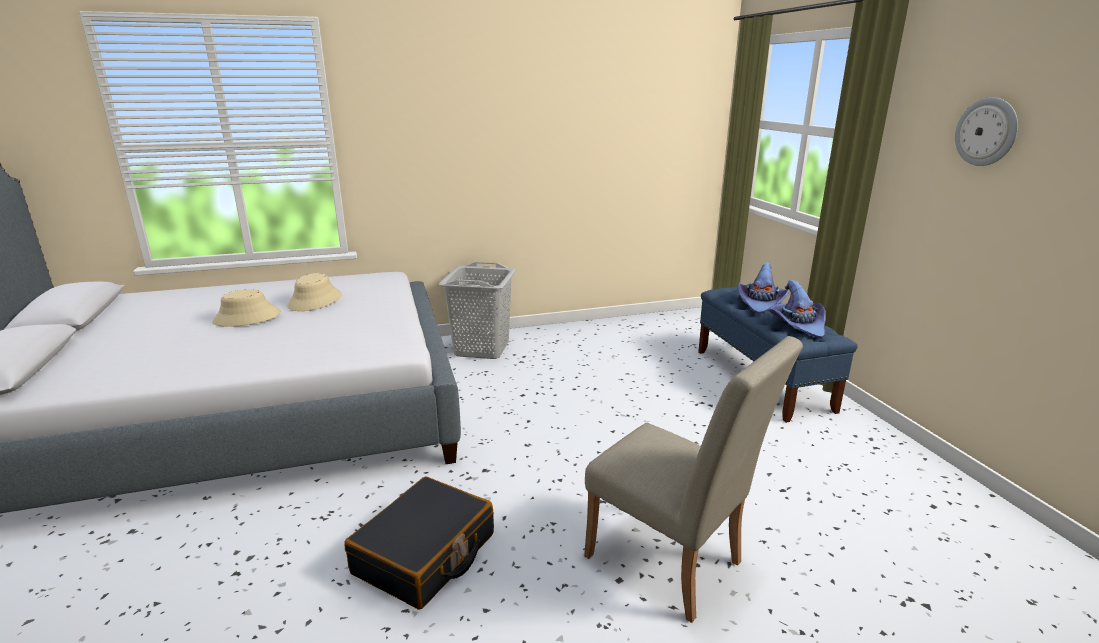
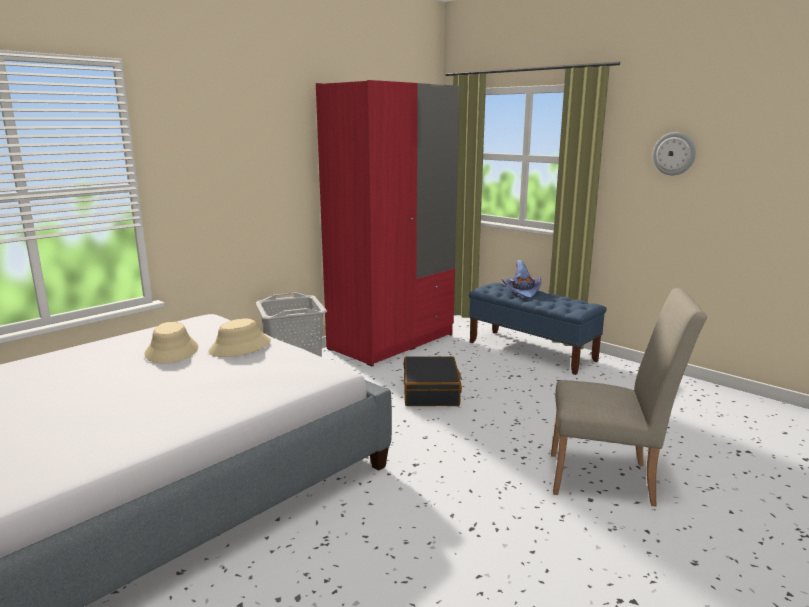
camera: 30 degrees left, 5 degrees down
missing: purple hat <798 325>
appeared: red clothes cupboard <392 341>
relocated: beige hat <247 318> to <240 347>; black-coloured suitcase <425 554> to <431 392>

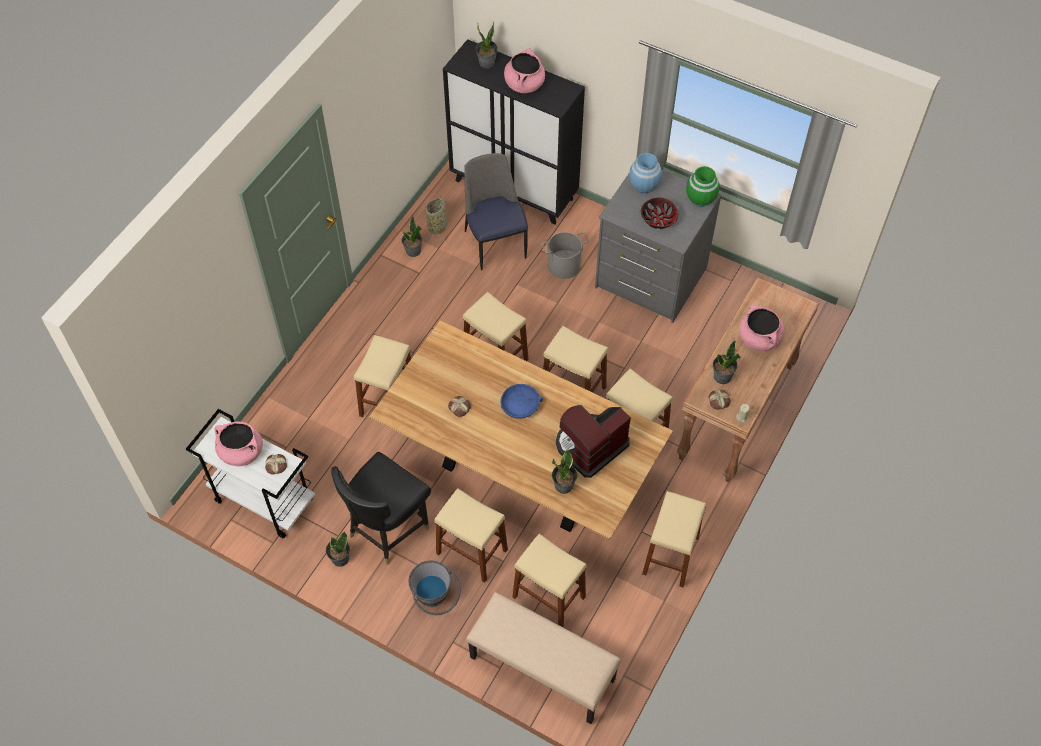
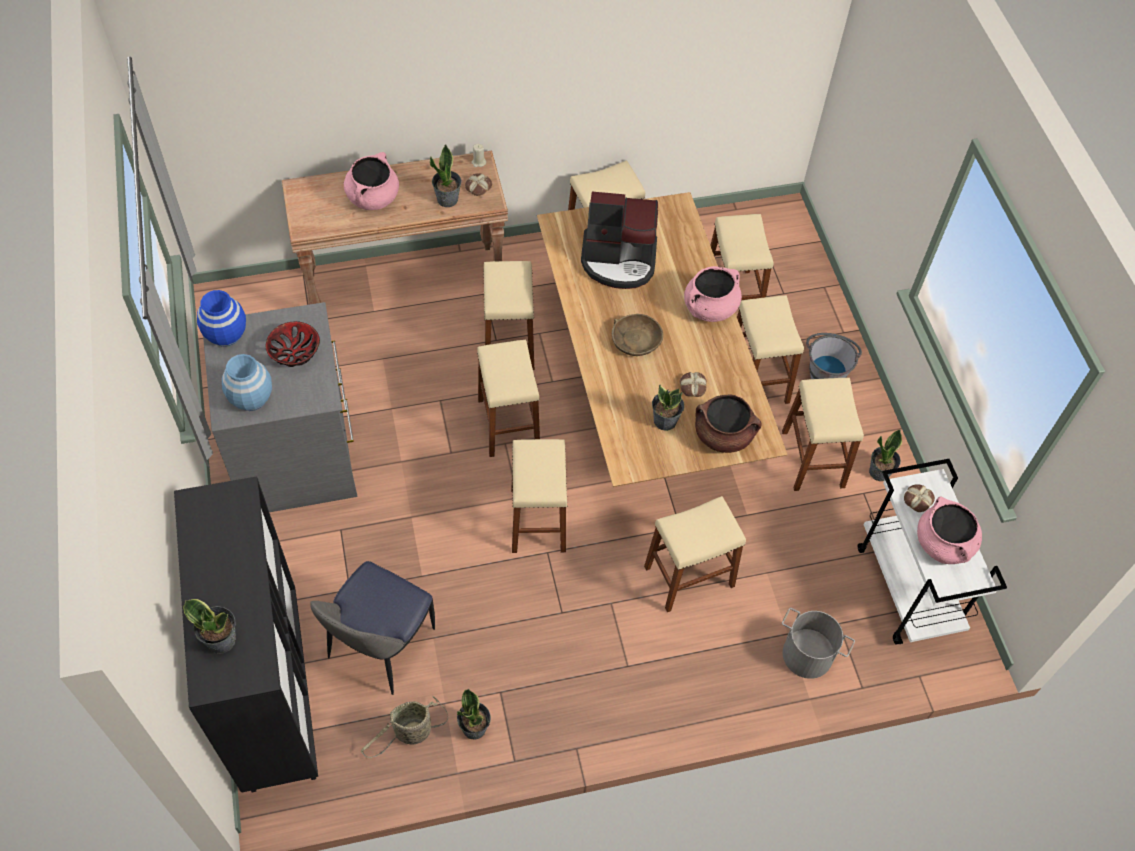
camera: 135 degrees left, 0 degrees up
missing: beige long seat <541 669>
appeared: brownish stockpot <723 435>
relocated: pinkish stockpot <524 84> to <710 308>; grey pail <564 266> to <807 654>; potted plant <564 485> to <665 420>
exchanged: black-coloured upright chair <387 529> to beige stool <813 459>
colour: blue deep dish <520 405> to brownish deep dish <635 341>; green flower vase <700 198> to blue flower vase <226 334>

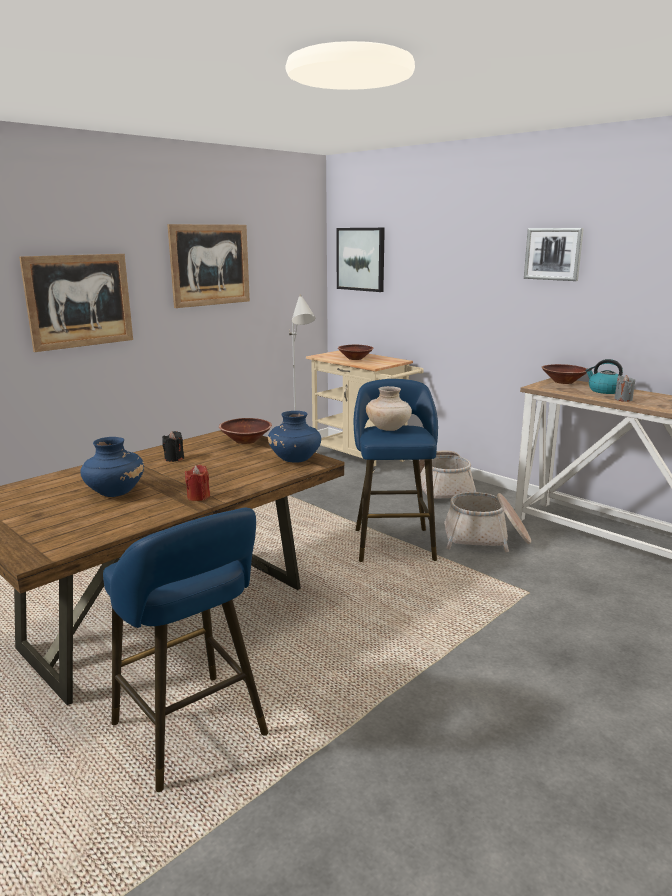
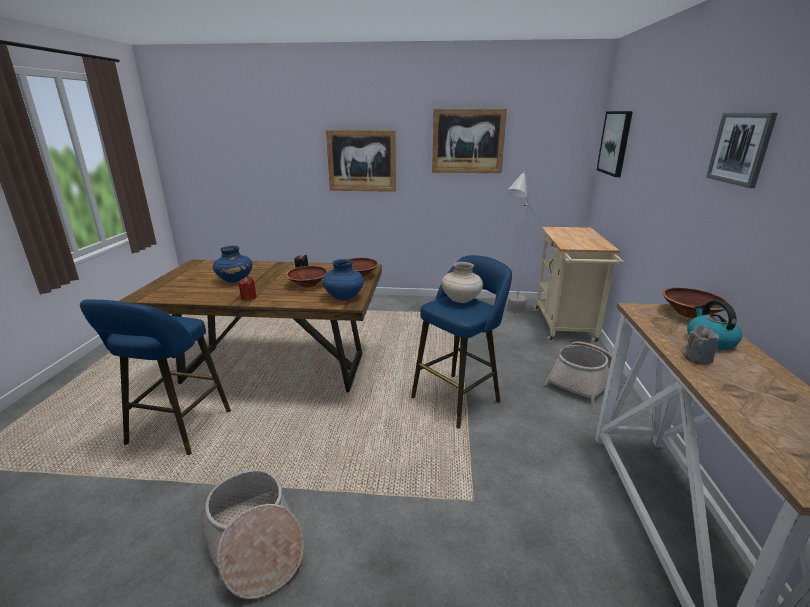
camera: 50 degrees right, 5 degrees up
relocated: brownish deep dish <355 358> to <308 284>; basket <486 538> to <255 546>

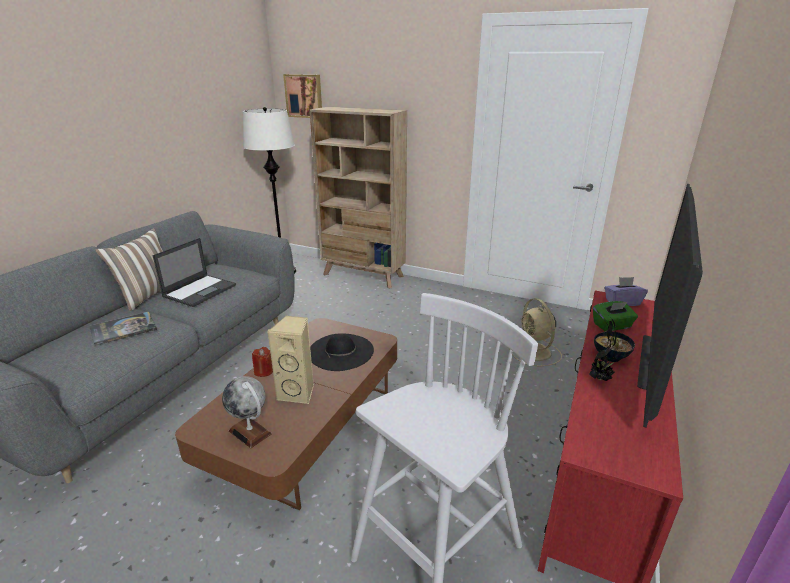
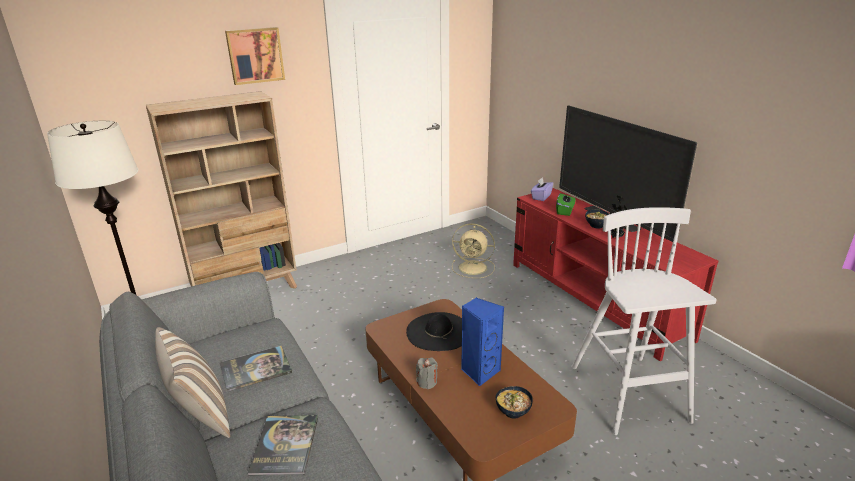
camera: 55 degrees left, 0 degrees up
relocated: picture <304 96> to <255 55>
exchanged: notebook computer <200 290> to bound book <255 369>; desk globe <250 432> to deep dish <513 412>
colour: red wax light <264 371> to grey wax light <427 382>; beige loudspeaker <298 393> to blue loudspeaker <479 371>

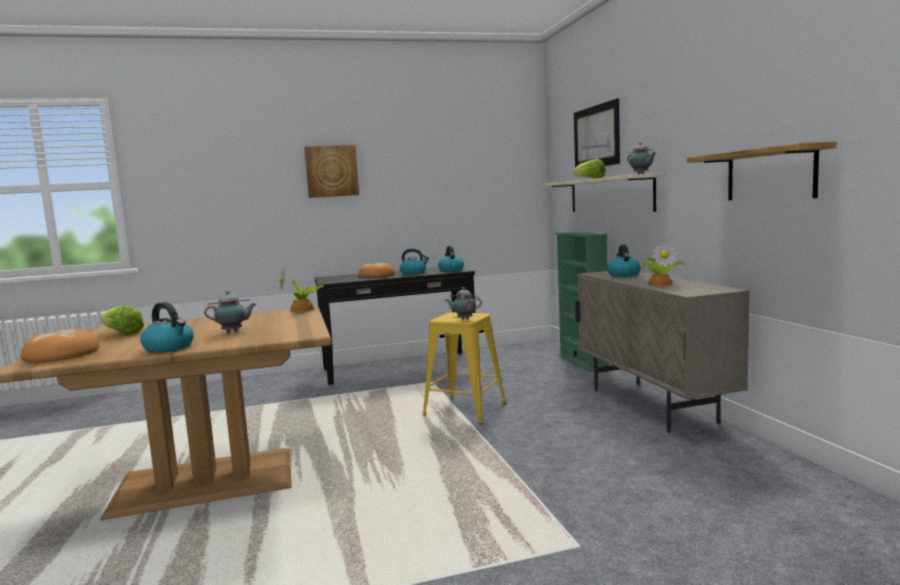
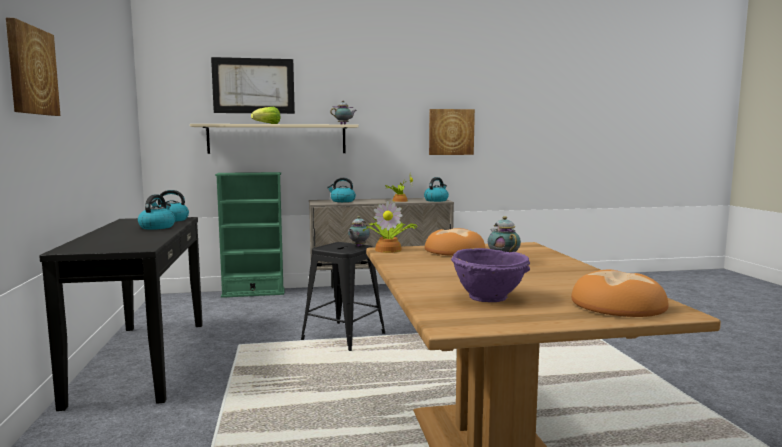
camera: 85 degrees left, 0 degrees up
relocated: water kettle <169 348> to <436 200>; bakery bread <376 275> to <454 250>
exchanged: lettuce head <122 334> to purple deep dish <489 297>; bracket shelf <770 174> to picture <451 132>
colour: yellow stool <464 410> to black-coloured stool <343 336>

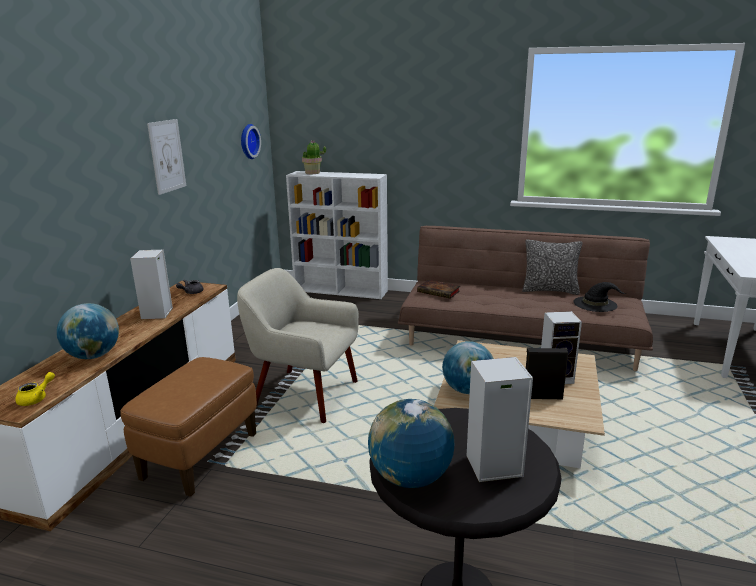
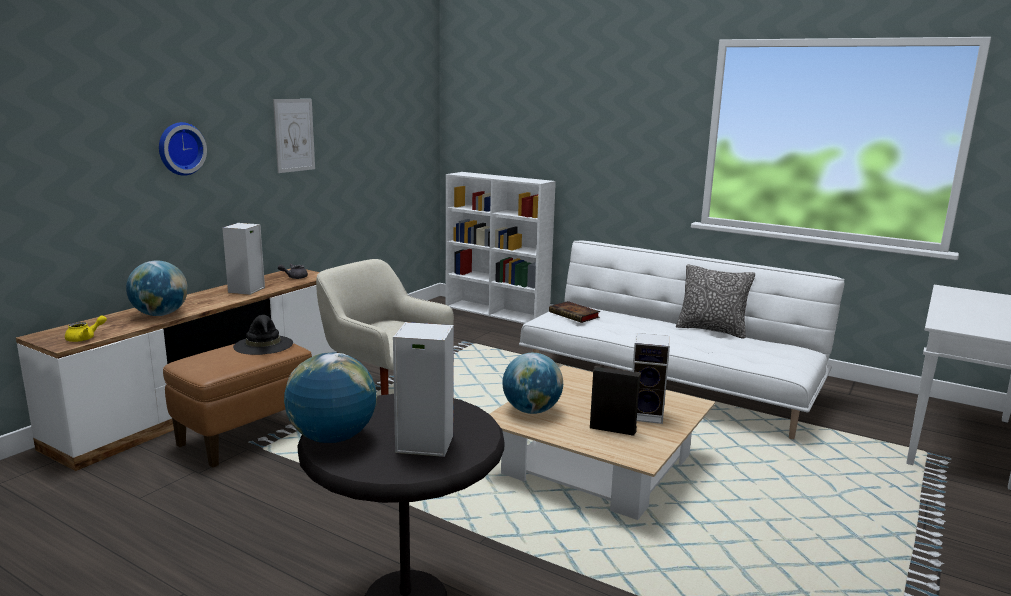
camera: 15 degrees right, 5 degrees down
missing: potted plant <312 173>
relocated: clock on the wall <248 141> to <180 148>; black-coloured hat <595 304> to <264 345>
colour: brownish settee <519 338> to white-coloured settee <668 385>

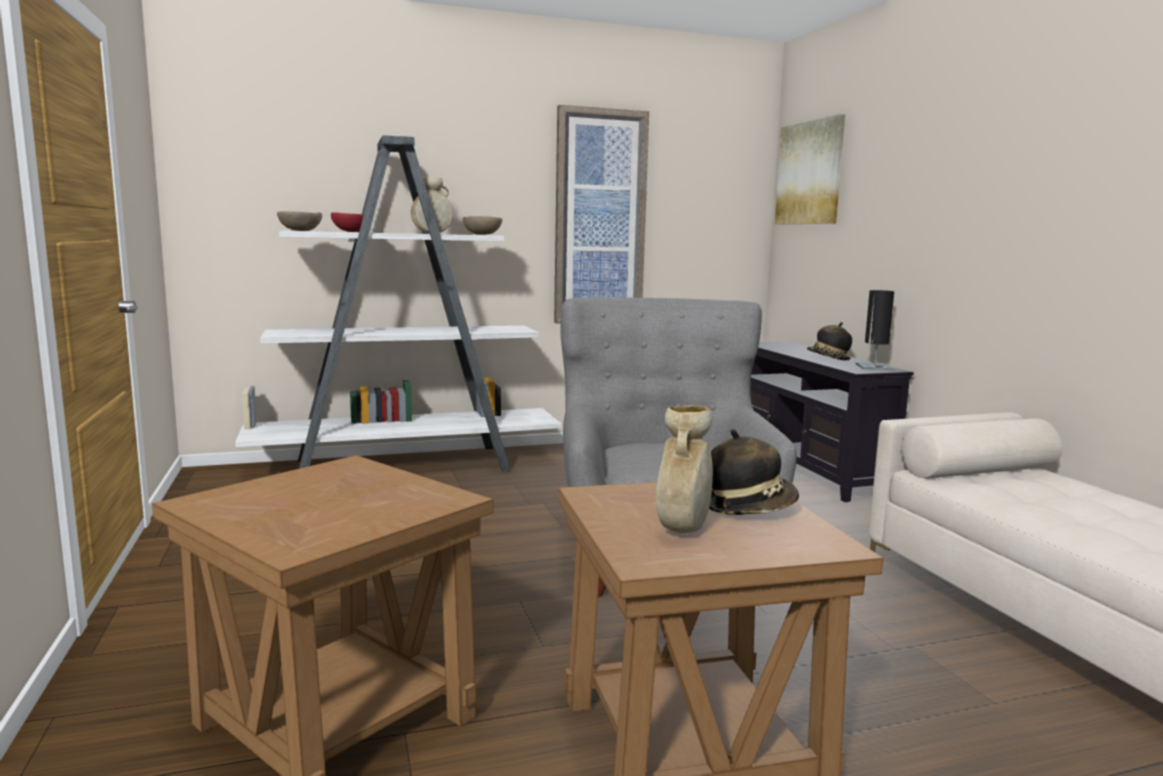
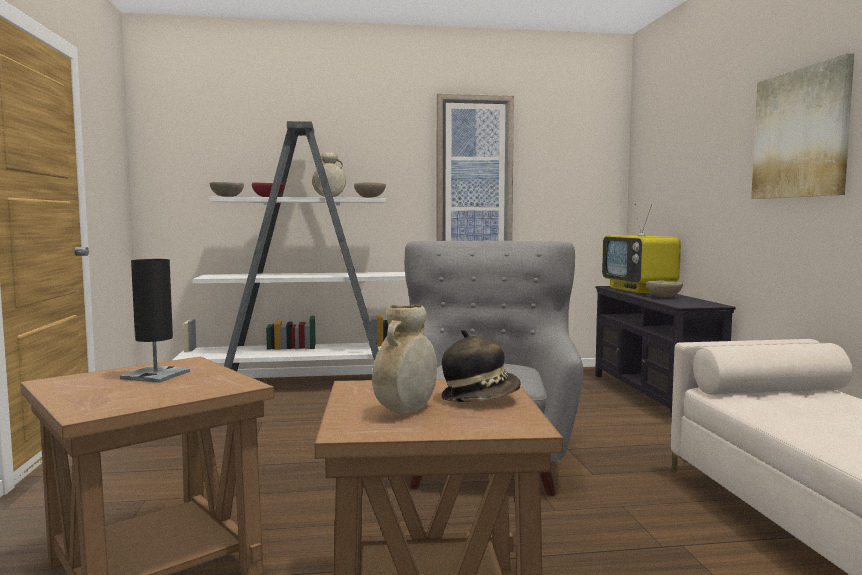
camera: 10 degrees right, 5 degrees down
appeared: TV <639 290>
relocated: picture <810 173> to <801 133>; black-coloured tabletop lamp <874 367> to <155 375>
exchanged: hat <828 358> to beige deep dish <664 297>

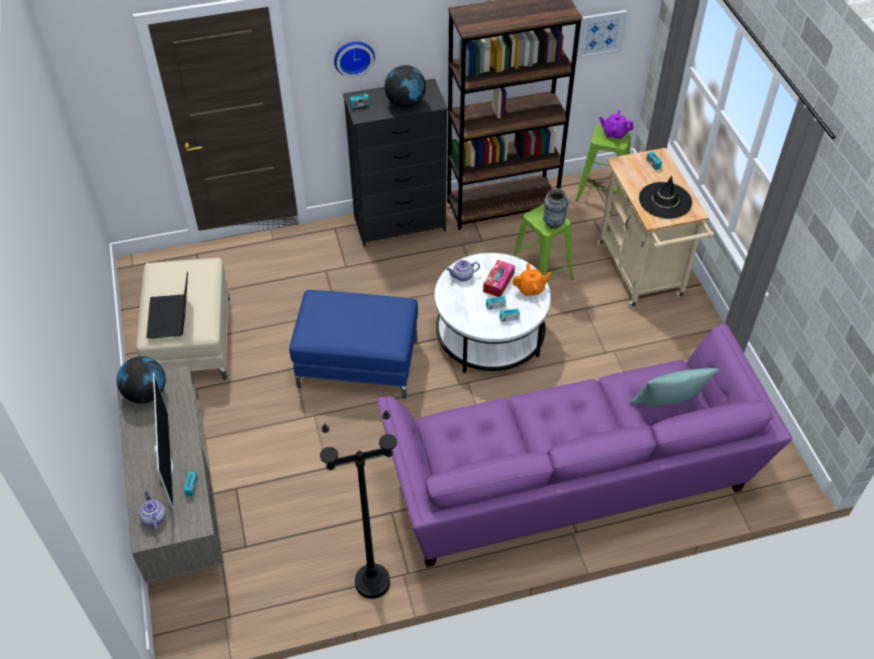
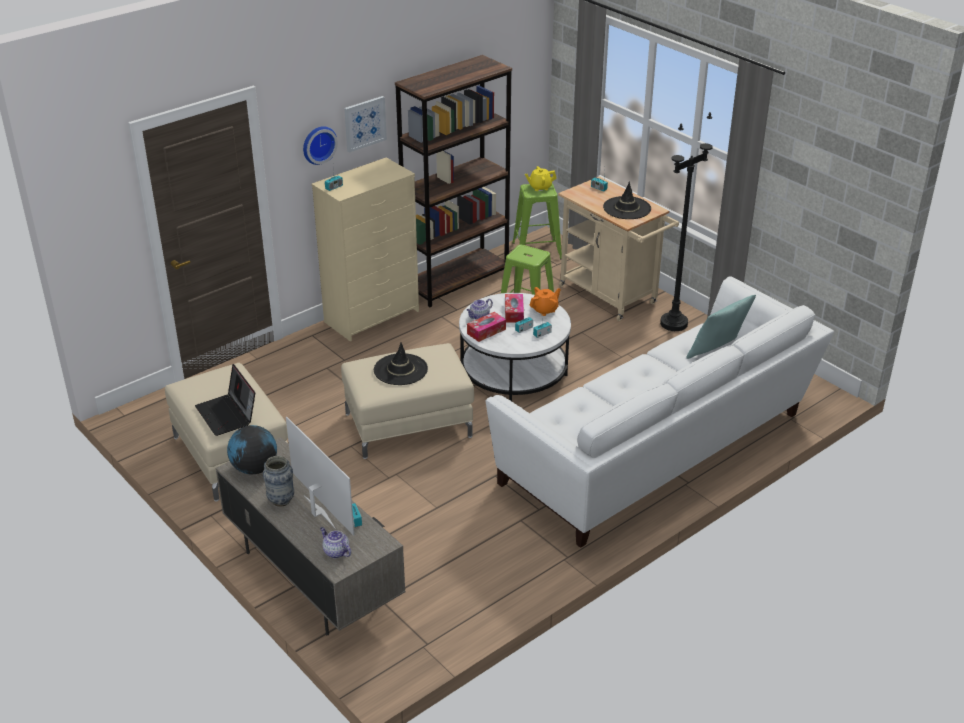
camera: 25 degrees left, 15 degrees down
missing: desk globe <405 103>
appeared: black-coloured hat <400 370>; box of tissues <486 331>
relocated: black-coloured floor lamp <372 582> to <673 324>; flower vase <553 223> to <281 500>; picture <601 33> to <364 123>
colour: blue pouffe <358 362> to beige pouffe <408 424>; black-coloured dresser <400 223> to beige dresser <372 316>; purple settee <568 483> to white-coloured settee <657 452>; purple pot for tea <614 133> to yellow pot for tea <540 187>

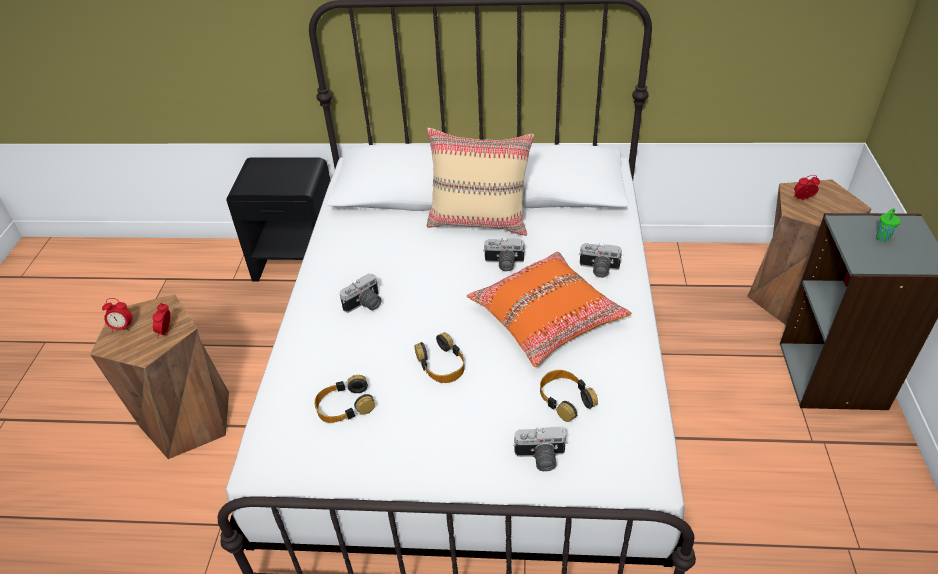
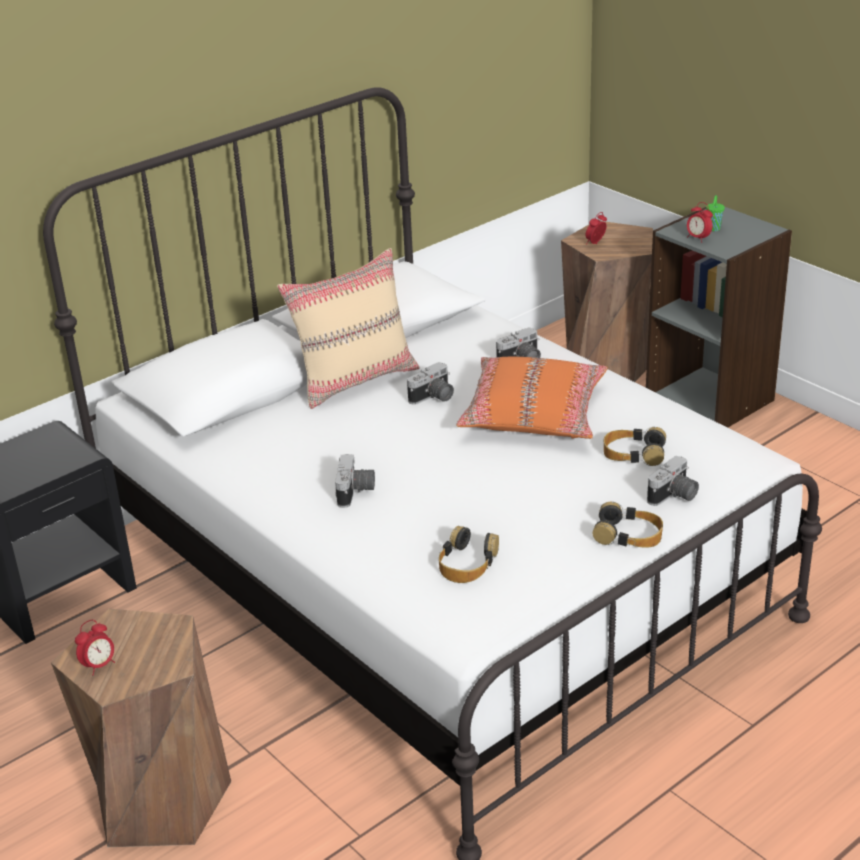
camera: 45 degrees left, 10 degrees down
relocated: alarm clock <166 331> to <698 238>; headset <441 364> to <628 535>

